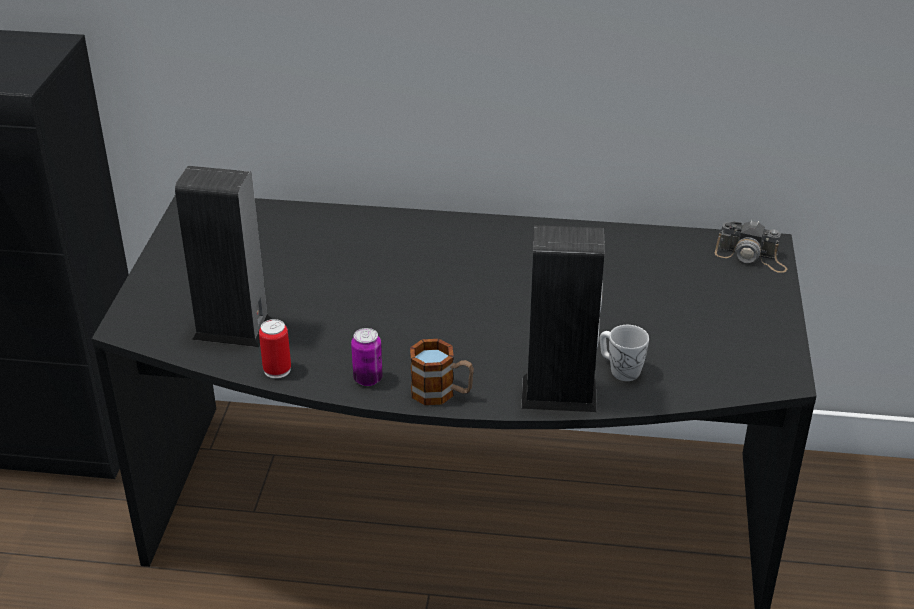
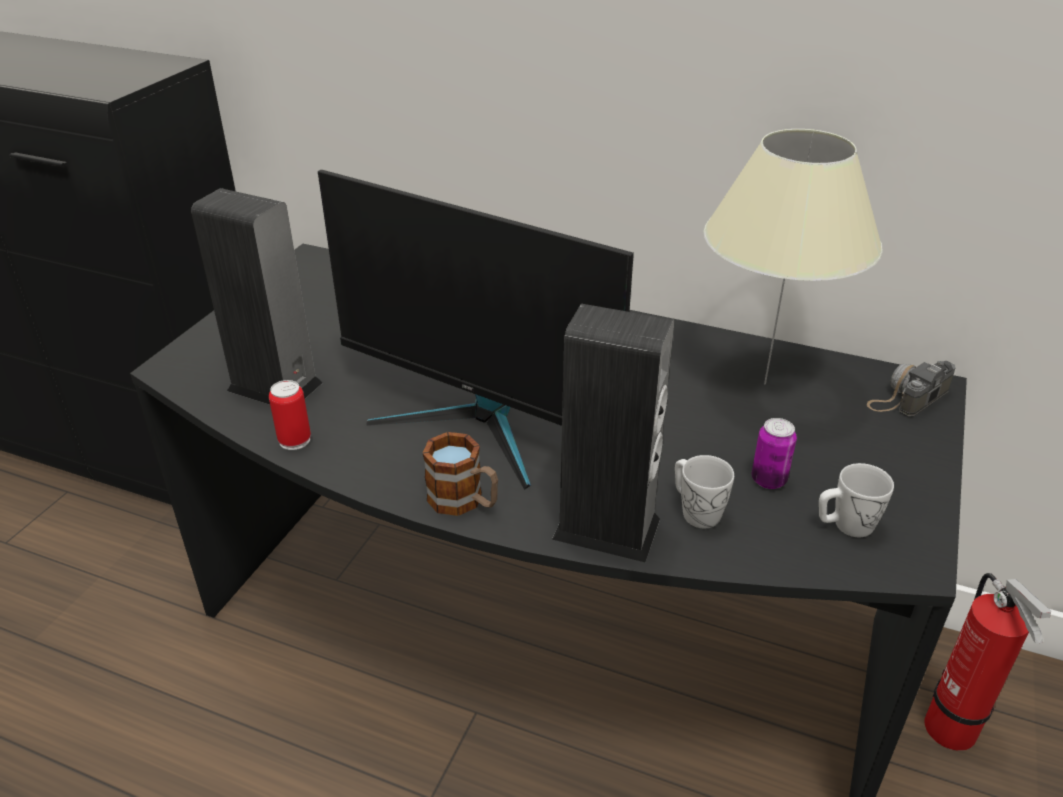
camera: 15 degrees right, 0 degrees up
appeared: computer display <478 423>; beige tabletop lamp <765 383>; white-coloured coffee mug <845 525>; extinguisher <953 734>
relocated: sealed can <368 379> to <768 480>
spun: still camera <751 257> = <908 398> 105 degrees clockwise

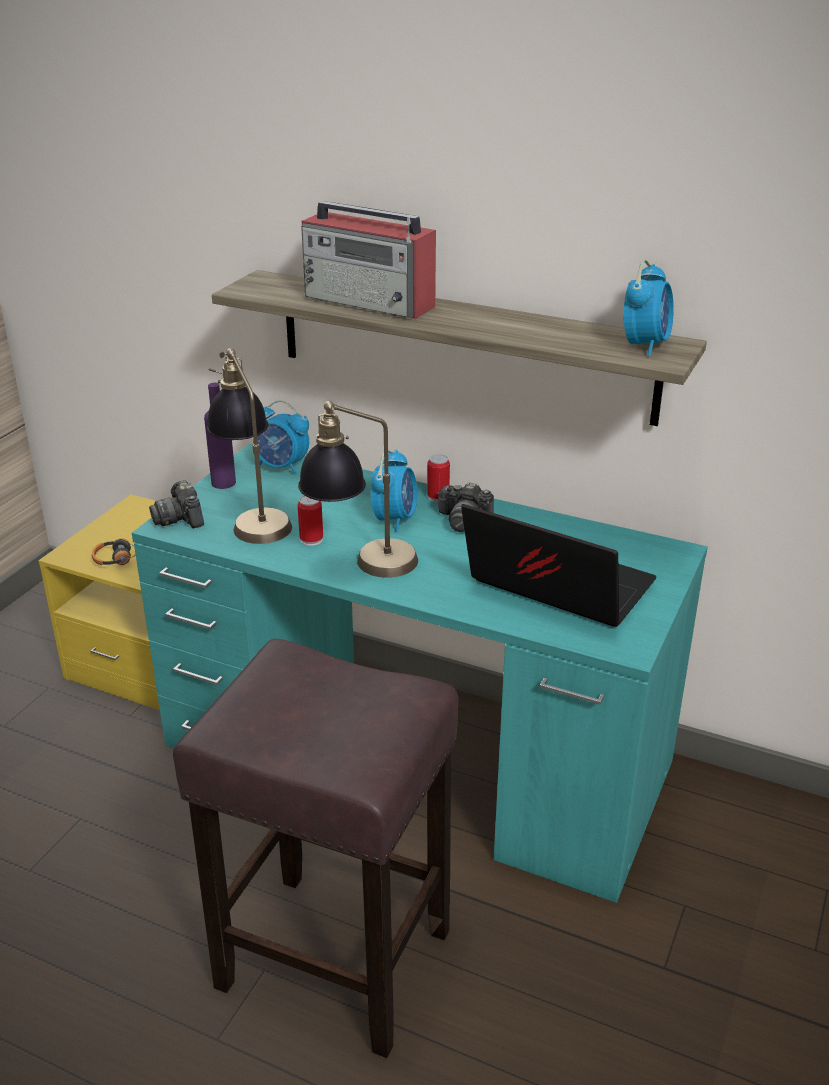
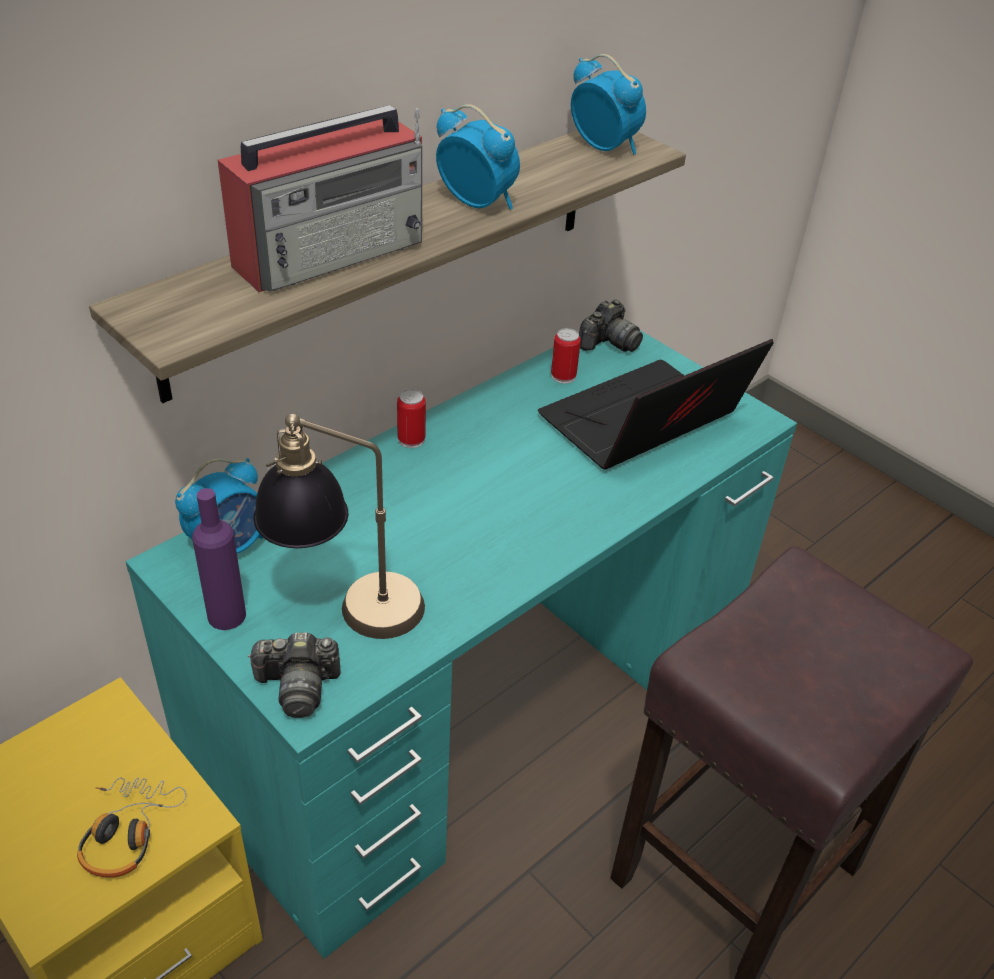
camera: 70 degrees left, 10 degrees up
missing: tabletop lamp <361 565>
relocated: sealed can <311 539> to <563 376>; alarm clock <395 519> to <477 203>; still camera <464 521> to <608 342>

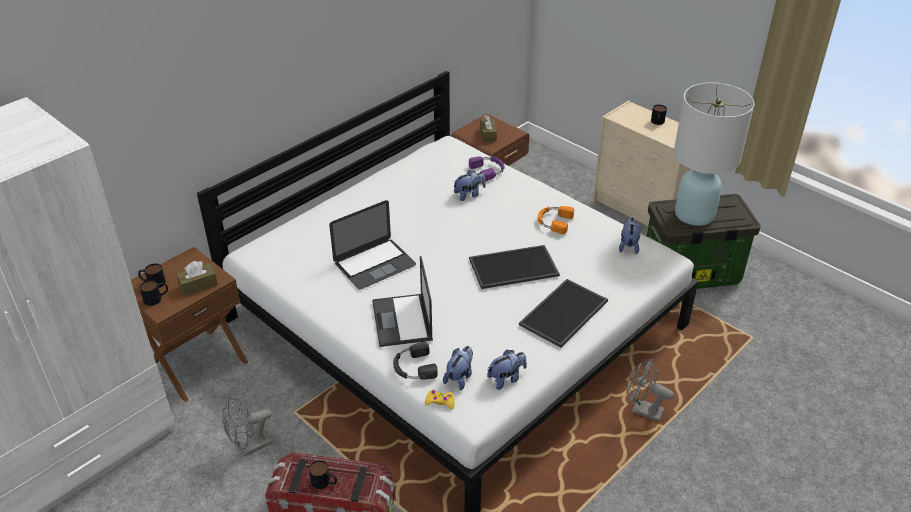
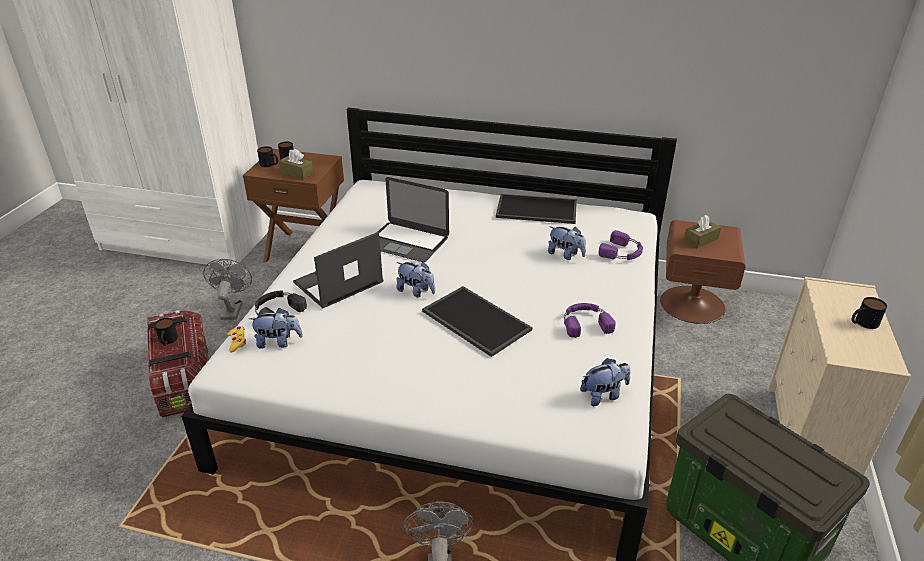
camera: 60 degrees right, 5 degrees down
missing: white-coloured tabletop lamp <694 214>
relocated: soft toy <506 379> to <416 291>; carrying tray <564 314> to <535 210>
colour: orange-coloured headset <554 221> to purple headset <585 323>
spun: grey cooling fan <250 447> = <232 309> 60 degrees clockwise

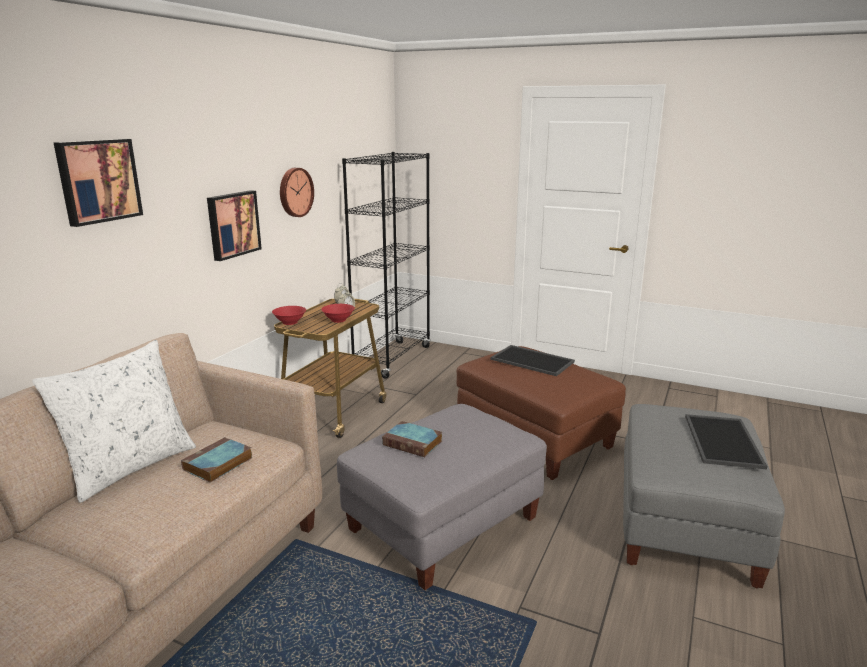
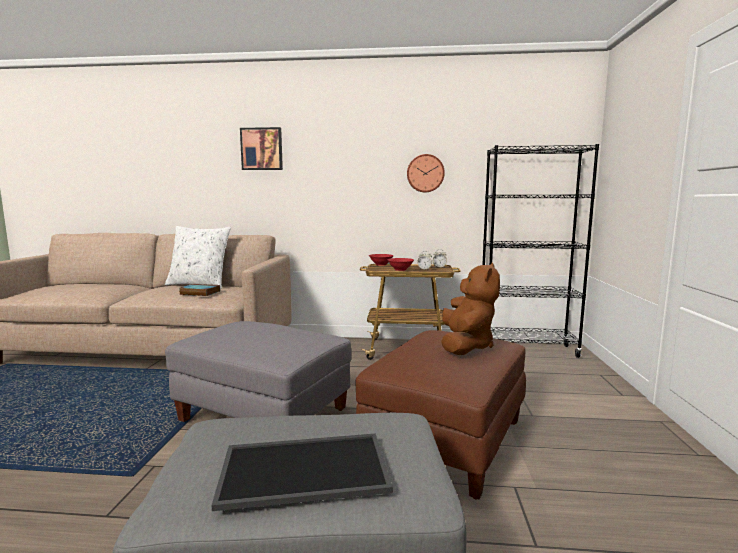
camera: 70 degrees right, 10 degrees down
missing: picture <232 224>; bound book <414 443>
exchanged: carrying tray <533 360> to brownish soft toy <466 346>

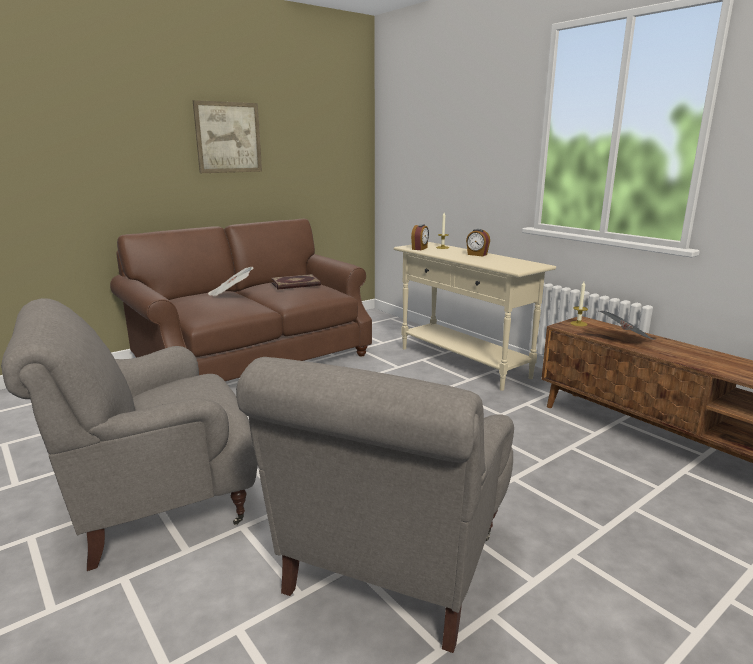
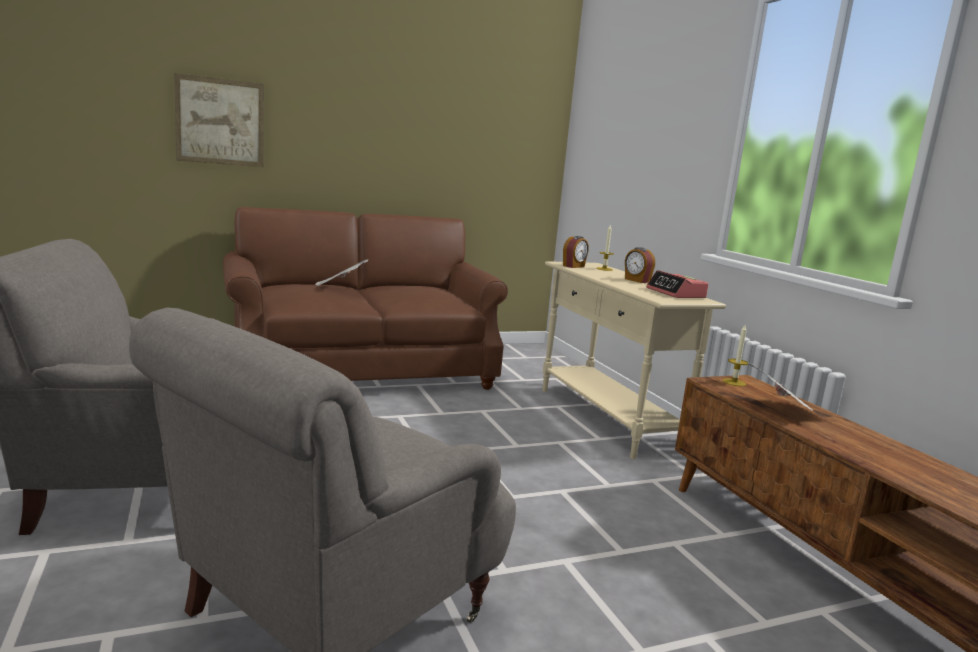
camera: 15 degrees right, 5 degrees down
missing: bound book <296 284>
appeared: alarm clock <676 293>
relocated: picture <228 137> to <220 121>

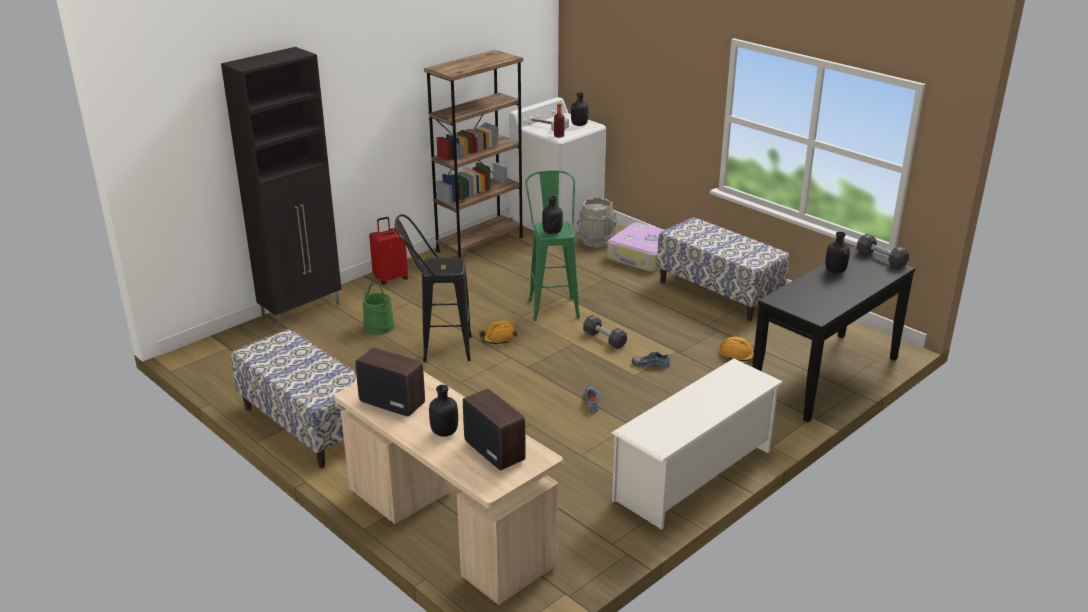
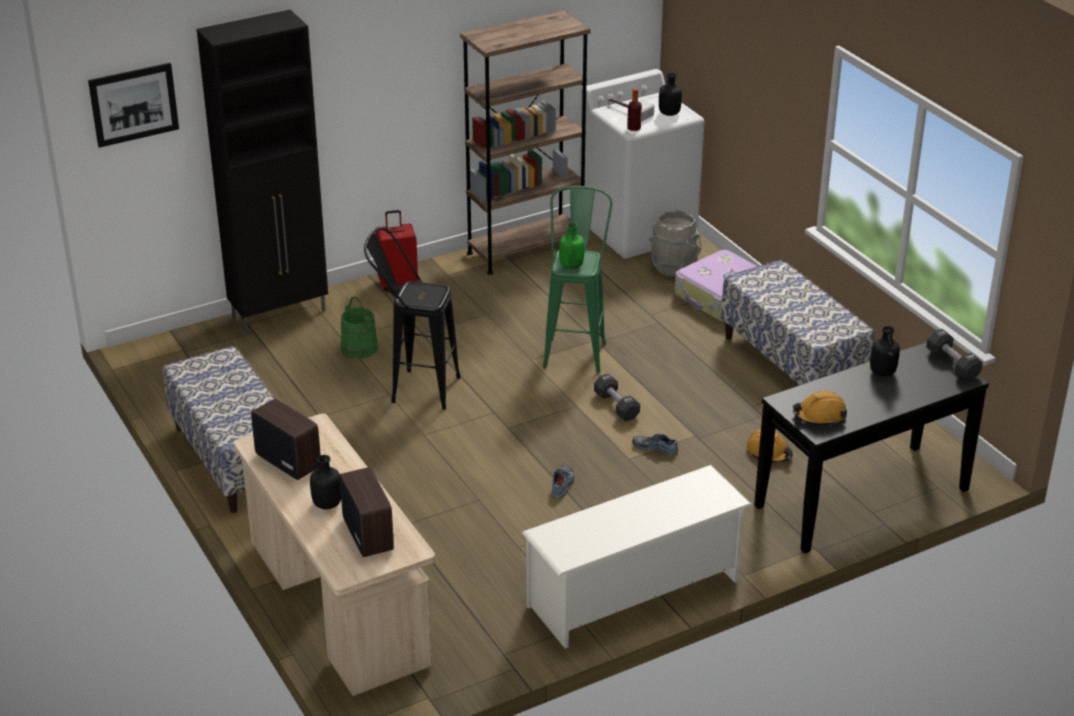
camera: 15 degrees right, 5 degrees up
appeared: picture <134 104>
relocated: orange-coloured hard hat <498 338> to <819 416>
colour: black-coloured beverage bottle <552 232> to green beverage bottle <571 265>

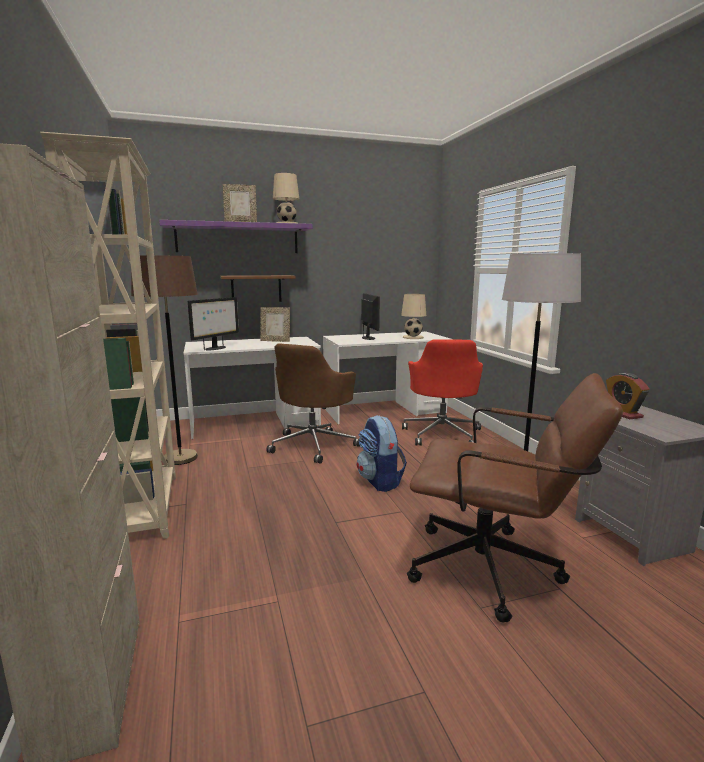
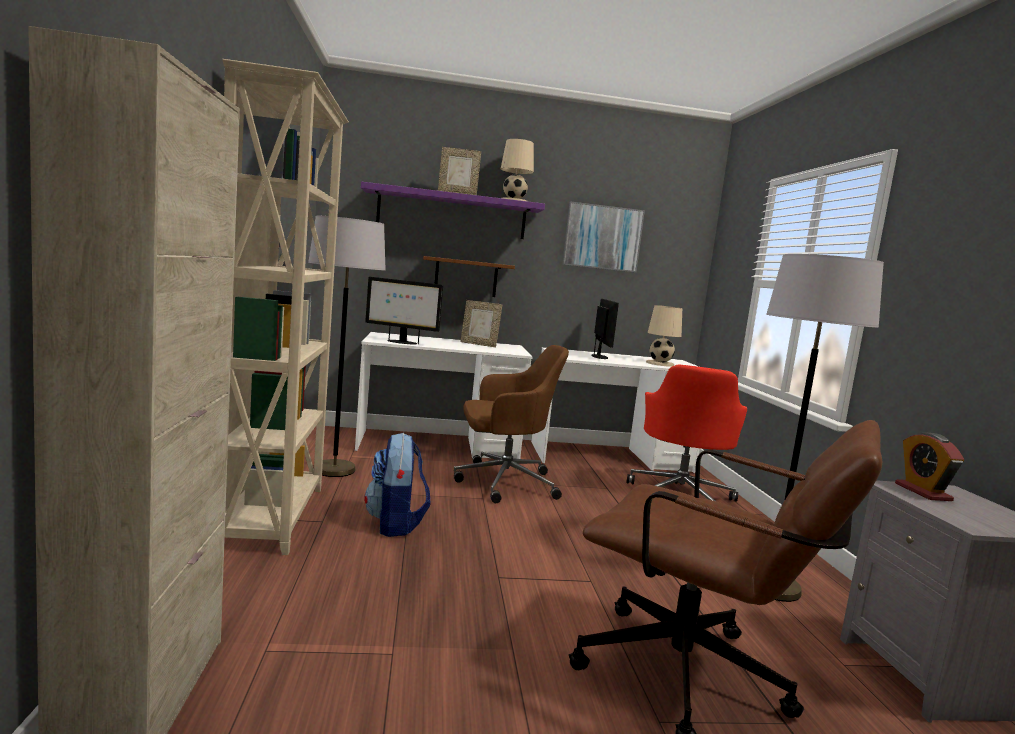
camera: 10 degrees right, 5 degrees down
appeared: picture <602 237>
relocated: rucksack <380 481> to <395 524>
colour: brownish floor lamp <180 458> to grey floor lamp <334 470>
spun: computer display <215 348> = <401 342> 60 degrees clockwise; brownish desk chair <314 445> = <503 482> 135 degrees counterclockwise

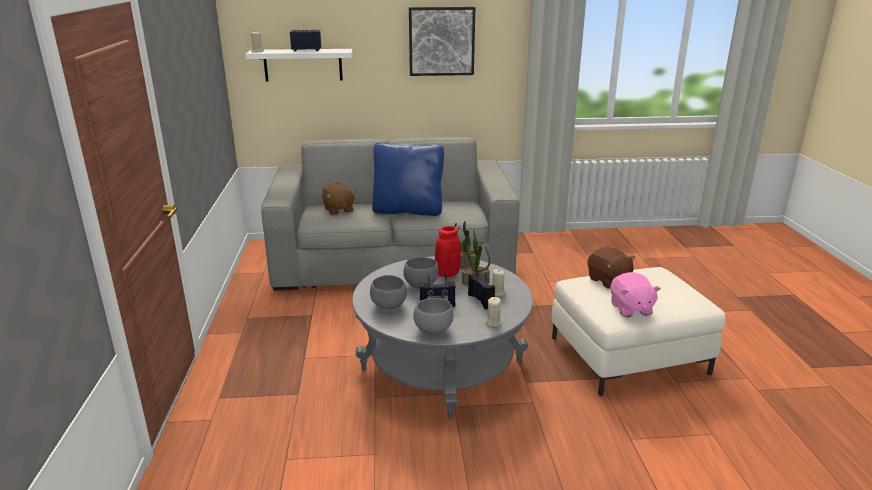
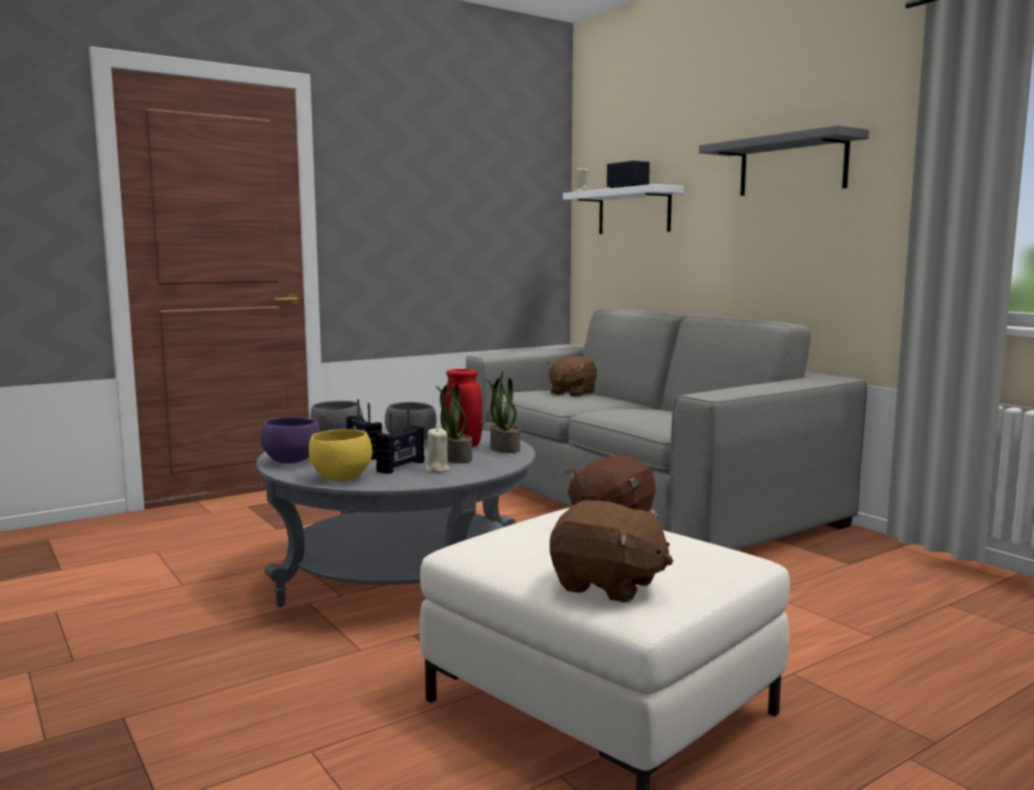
camera: 60 degrees right, 15 degrees down
missing: blue pillow <408 210>; pinkish soft toy <630 309>
appeared: brownish soft toy <607 585>
exchanged: picture <441 41> to grey bracket shelf <792 166>; beige wax light <493 322> to yellow deep dish <341 479>
colour: grey deep dish <432 330> to purple deep dish <292 461>

